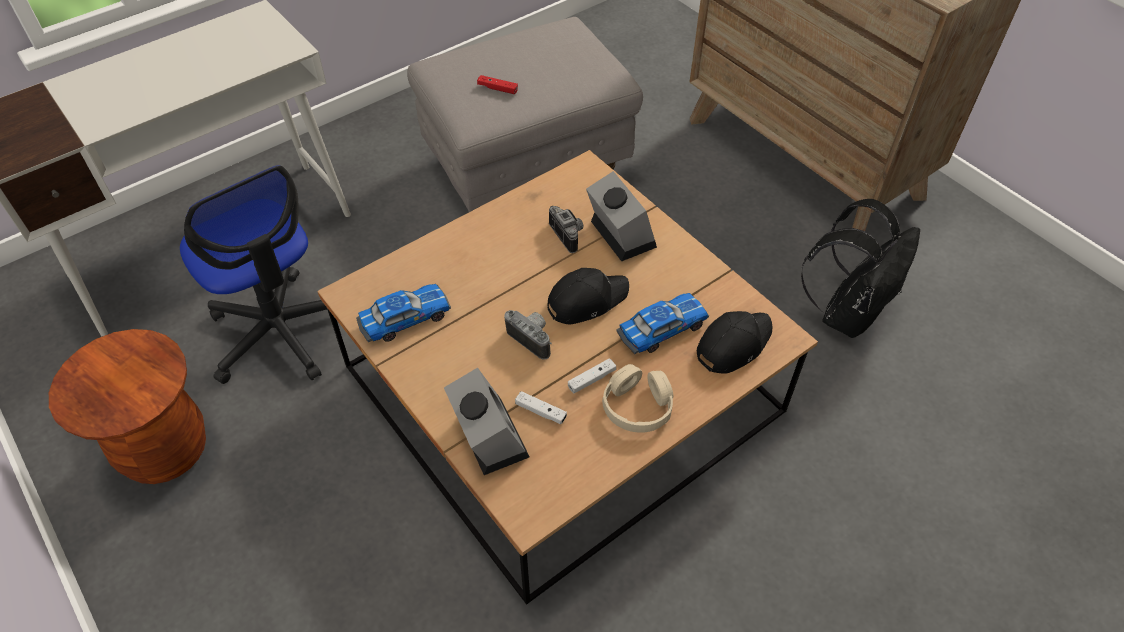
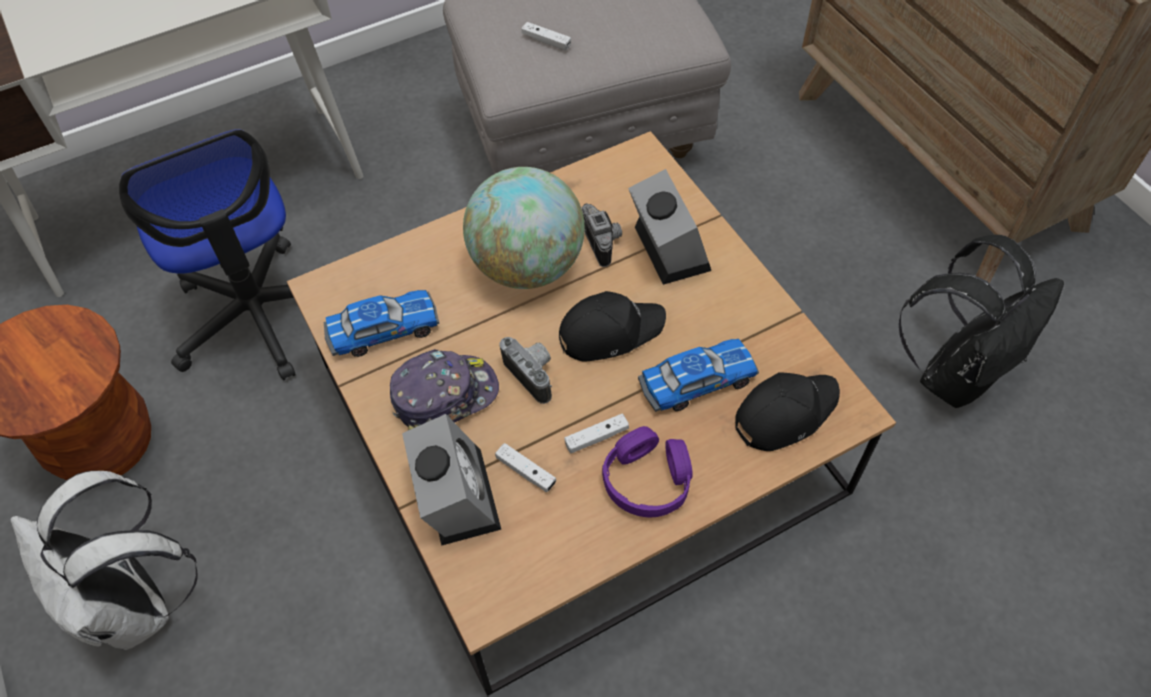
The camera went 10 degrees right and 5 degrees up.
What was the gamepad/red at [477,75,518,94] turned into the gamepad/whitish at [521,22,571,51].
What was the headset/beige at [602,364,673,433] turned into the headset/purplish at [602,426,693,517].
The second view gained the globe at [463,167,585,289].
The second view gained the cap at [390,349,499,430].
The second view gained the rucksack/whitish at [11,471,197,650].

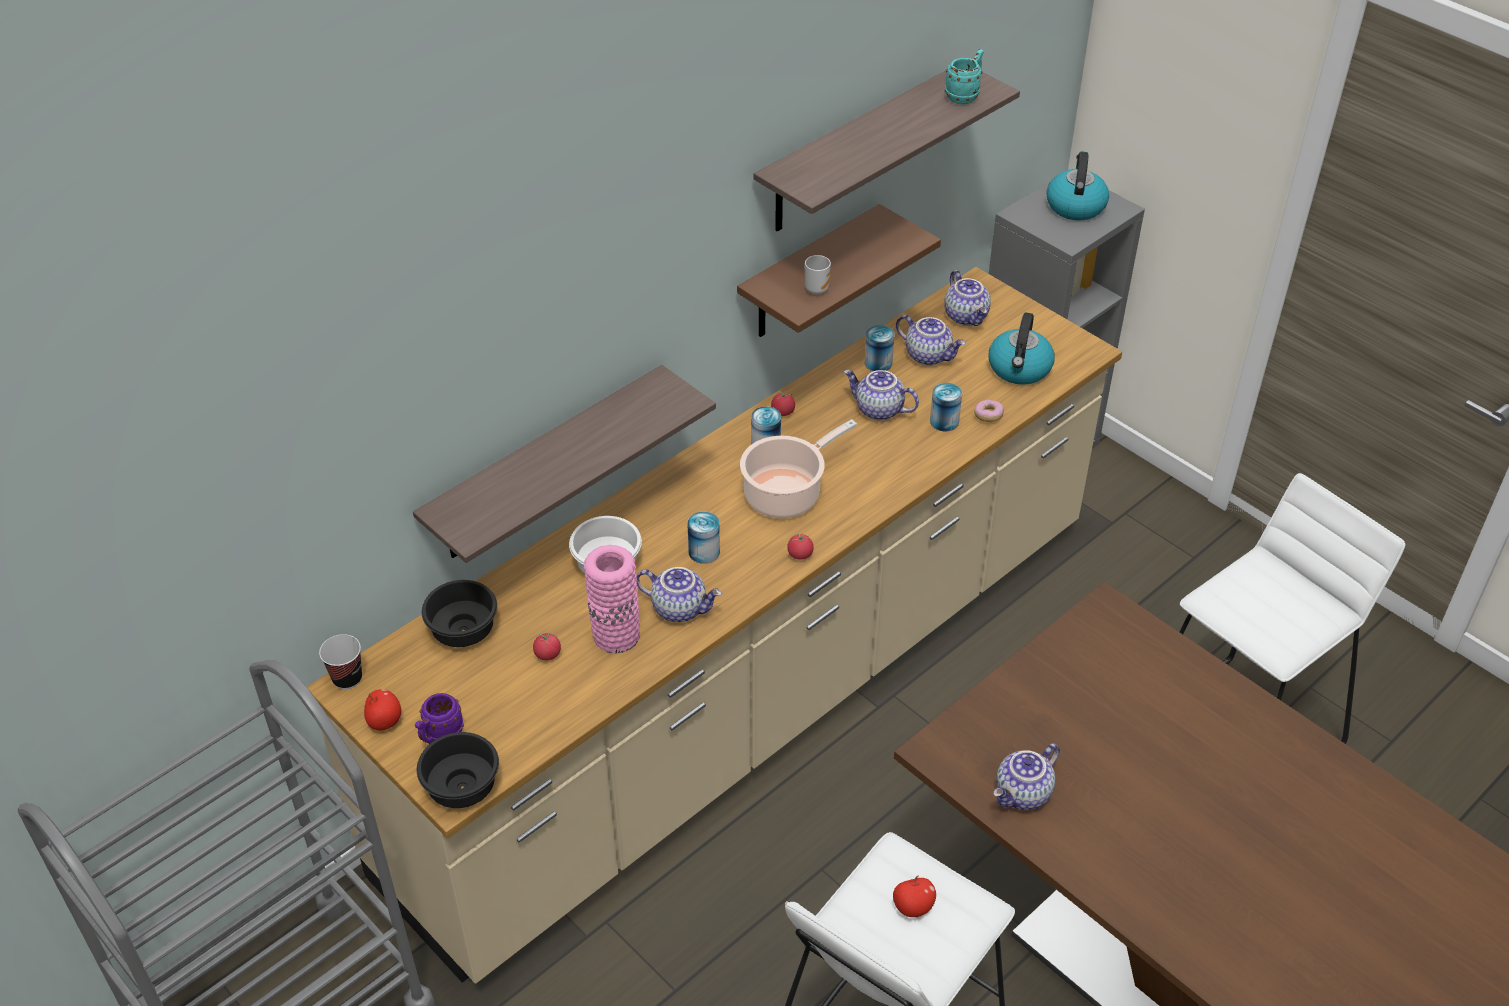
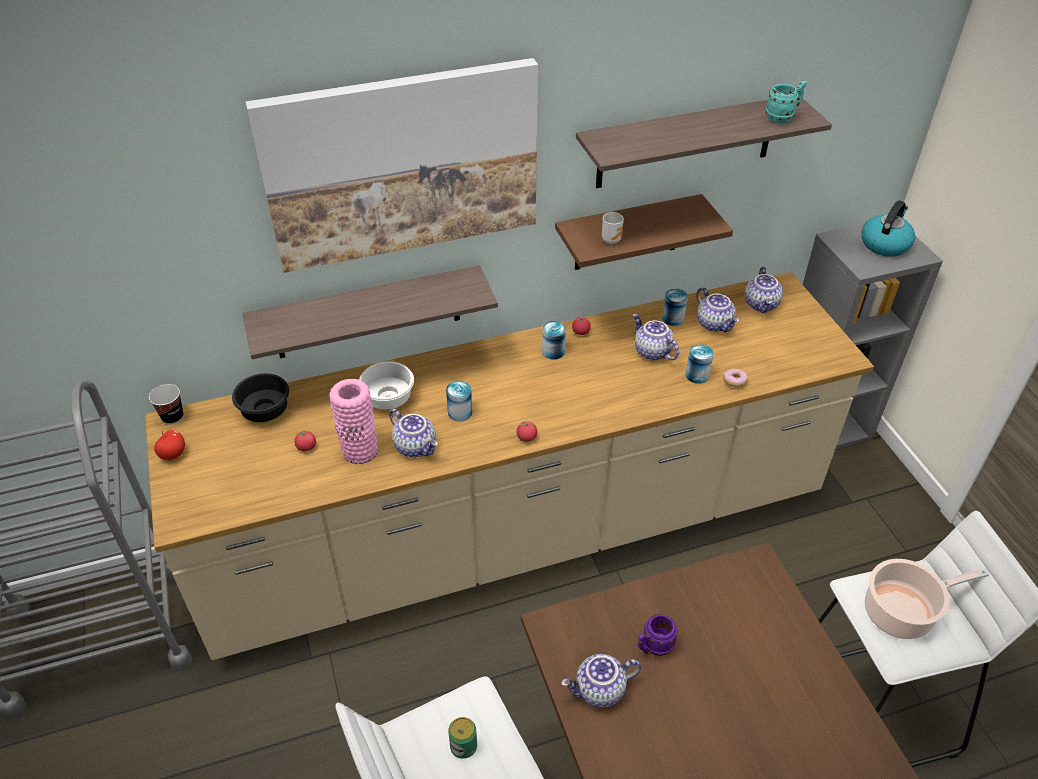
The camera went 25 degrees right and 0 degrees up.
The second view lost the water kettle at [988,313,1055,385].
The stockpot ended up elsewhere, having gone from [740,419,857,518] to [865,559,989,639].
The tea mug/purplish ended up elsewhere, having gone from [415,693,464,744] to [638,614,678,656].
The second view lost the serving bowl/black-coloured at [417,732,499,808].
Where the apple fruit stood at [893,875,936,917], the metal can came to stand at [448,717,477,759].
The second view gained the wall art at [246,58,538,273].

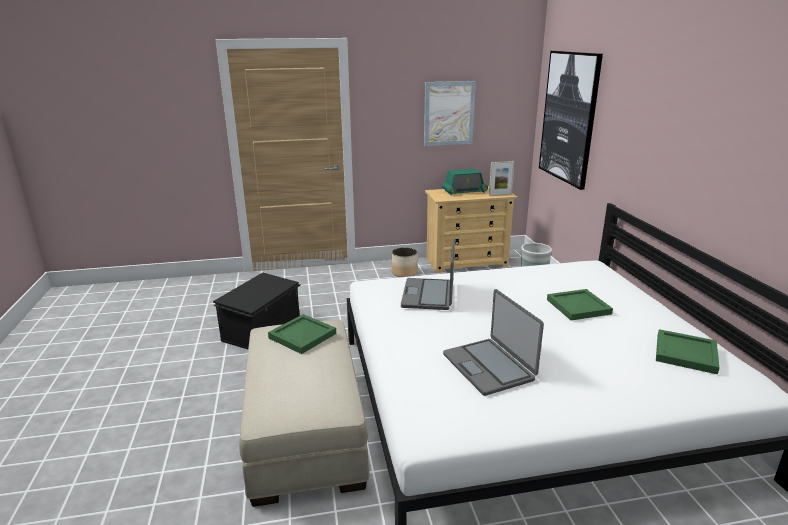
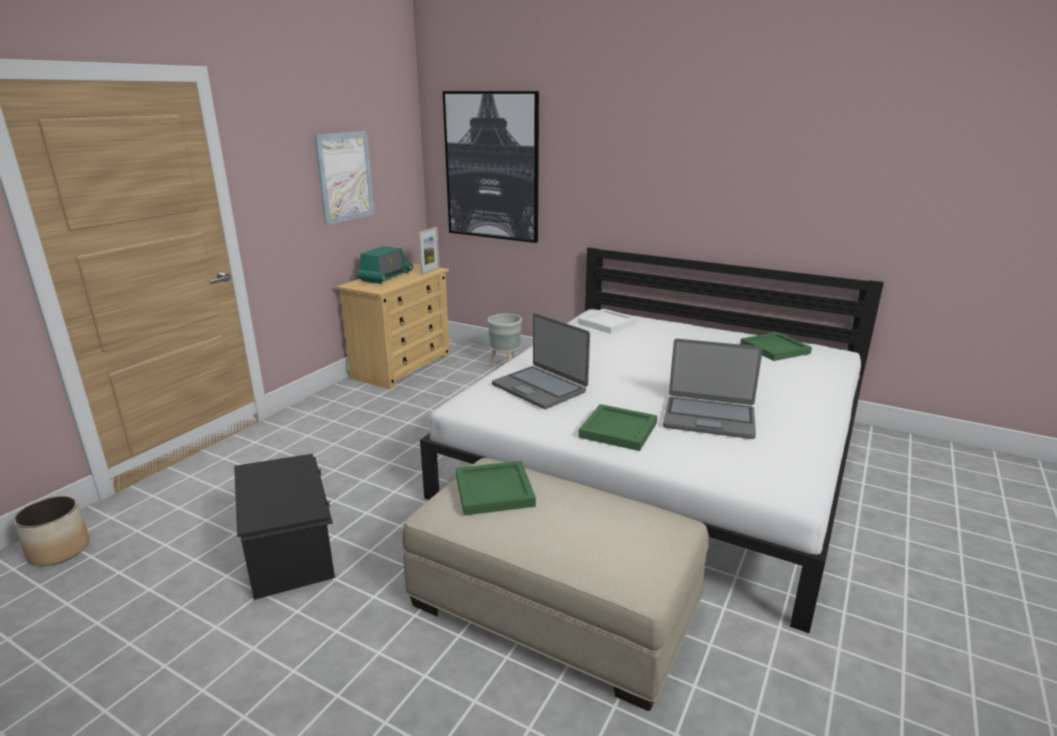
The camera went 50 degrees left and 0 degrees up.
The flower pot ended up elsewhere, having gone from [392,247,417,277] to [13,496,90,566].
The tray/green ended up elsewhere, having gone from [547,289,613,321] to [578,404,658,451].
The second view gained the tray/whitish at [577,309,637,334].

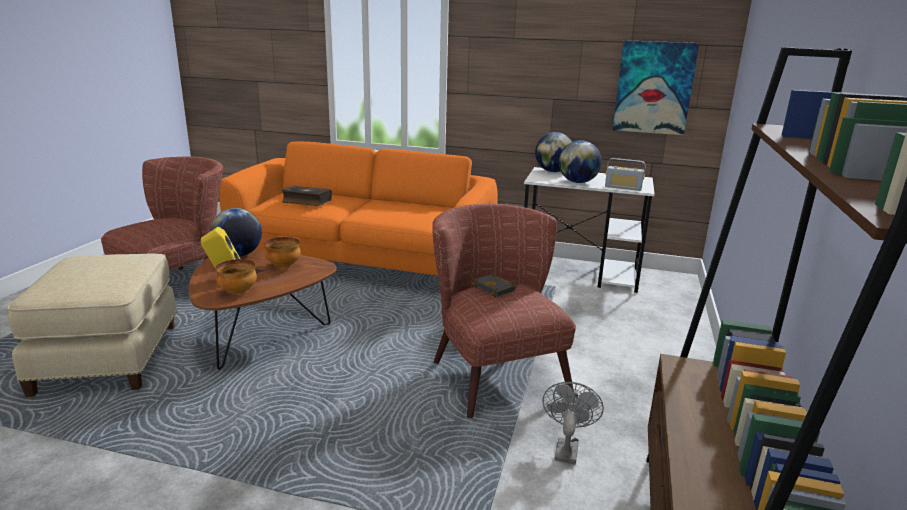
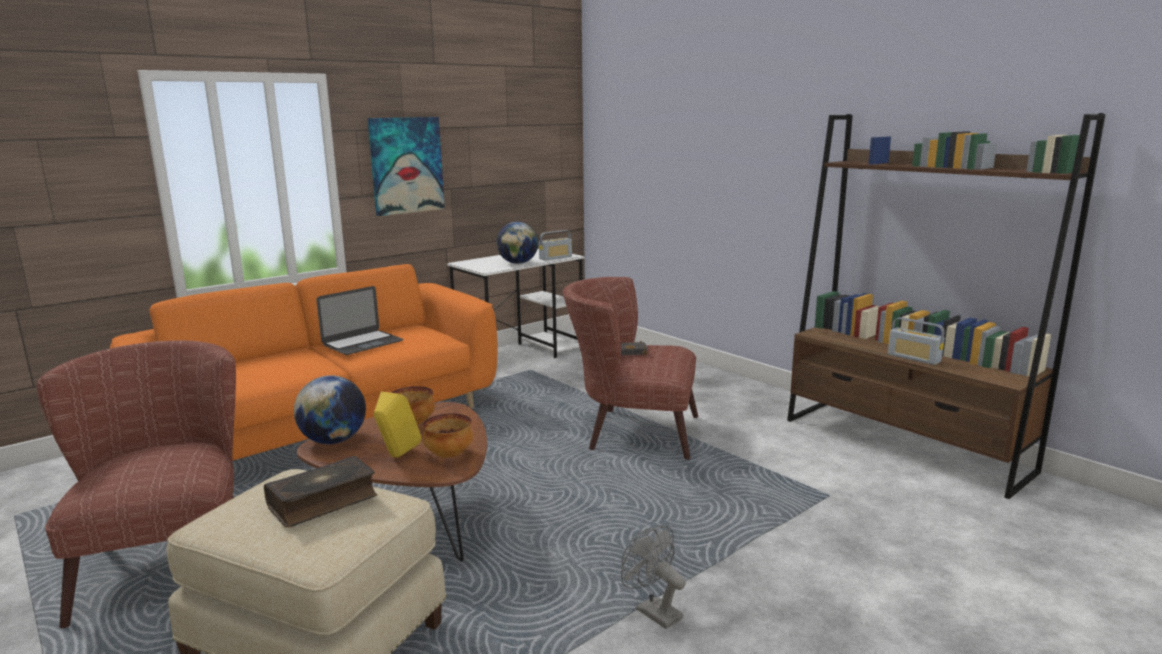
The camera went 55 degrees left and 5 degrees down.
The wall art ended up elsewhere, having gone from [613,40,699,135] to [367,117,445,216].
The second view lost the globe at [535,132,572,172].
The book ended up elsewhere, having gone from [282,186,332,206] to [264,456,377,528].
The cooling fan/gray ended up elsewhere, having gone from [542,382,604,465] to [621,525,686,629].
The second view gained the notebook computer at [316,286,403,355].
The second view gained the radio at [888,317,944,365].

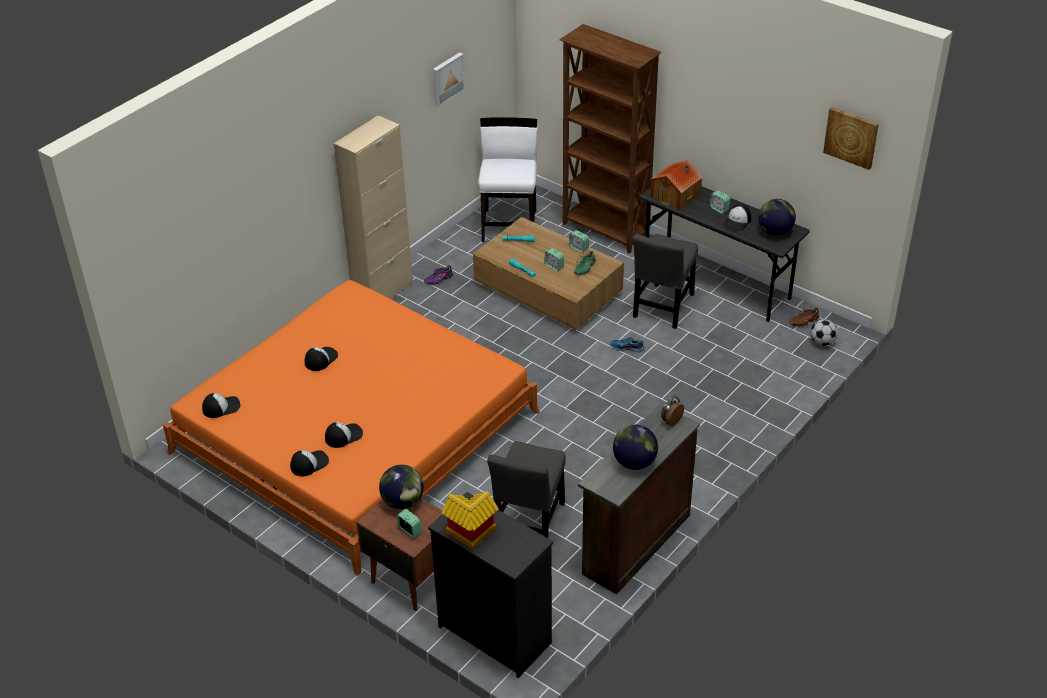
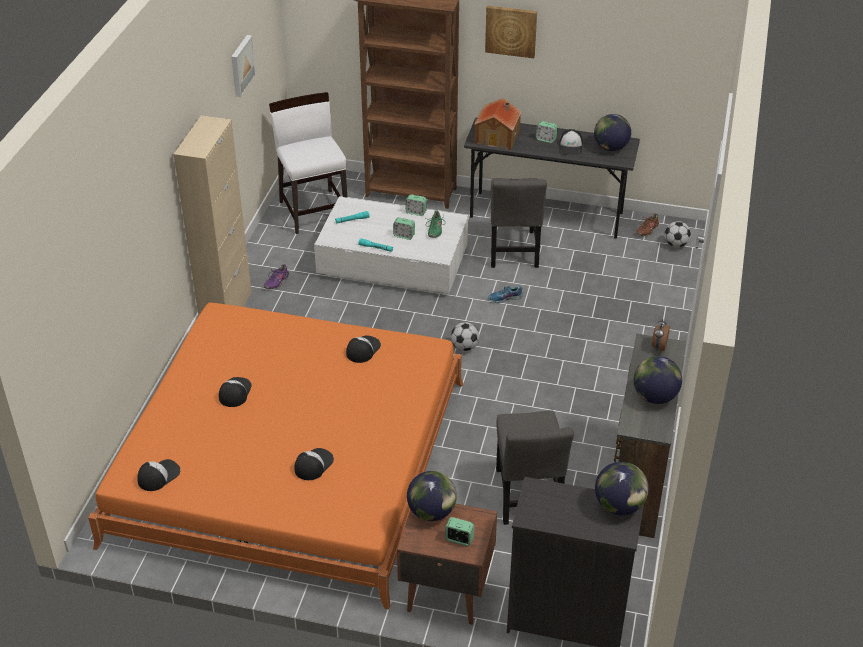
The camera went 25 degrees left and 0 degrees up.
The wall art ended up elsewhere, having gone from [823,107,879,170] to [485,6,537,58].
What was the coffee table/brownish at [473,217,624,330] turned into the coffee table/whitish at [314,196,468,295].
The cap ended up elsewhere, having gone from [290,450,329,476] to [346,335,381,363].
The second view lost the model house at [441,491,499,549].
The second view gained the ball for football at [451,322,480,351].
The second view gained the globe at [595,462,649,515].

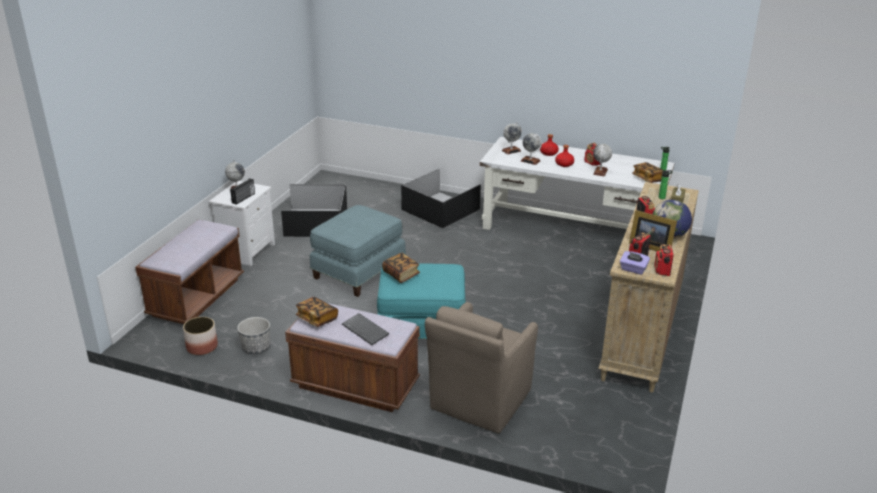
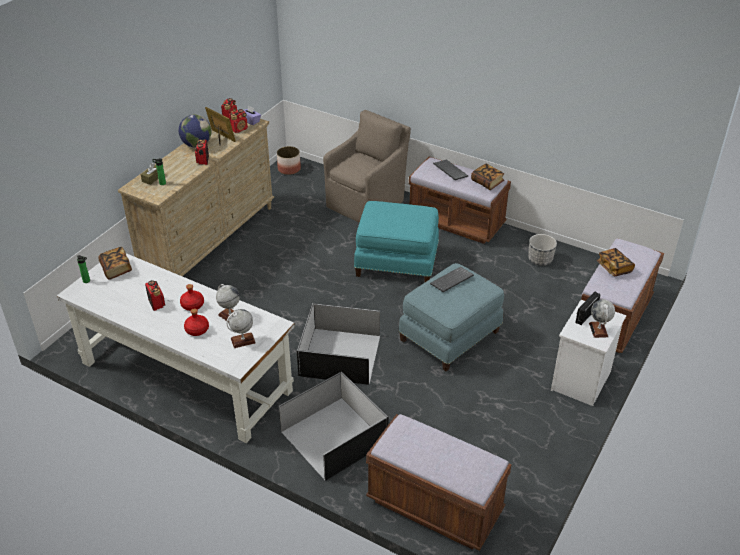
The camera went 170 degrees left and 10 degrees up.
The second view lost the globe at [593,144,612,176].
The storage bin/black-coloured ended up elsewhere, having gone from [281,184,347,237] to [297,303,380,385].
The book ended up elsewhere, having gone from [382,253,420,283] to [597,248,635,276].
The flower pot ended up elsewhere, having gone from [183,317,218,355] to [277,146,301,175].
The second view gained the computer keyboard at [430,267,474,292].
The second view gained the long seat/brownish at [366,414,512,551].

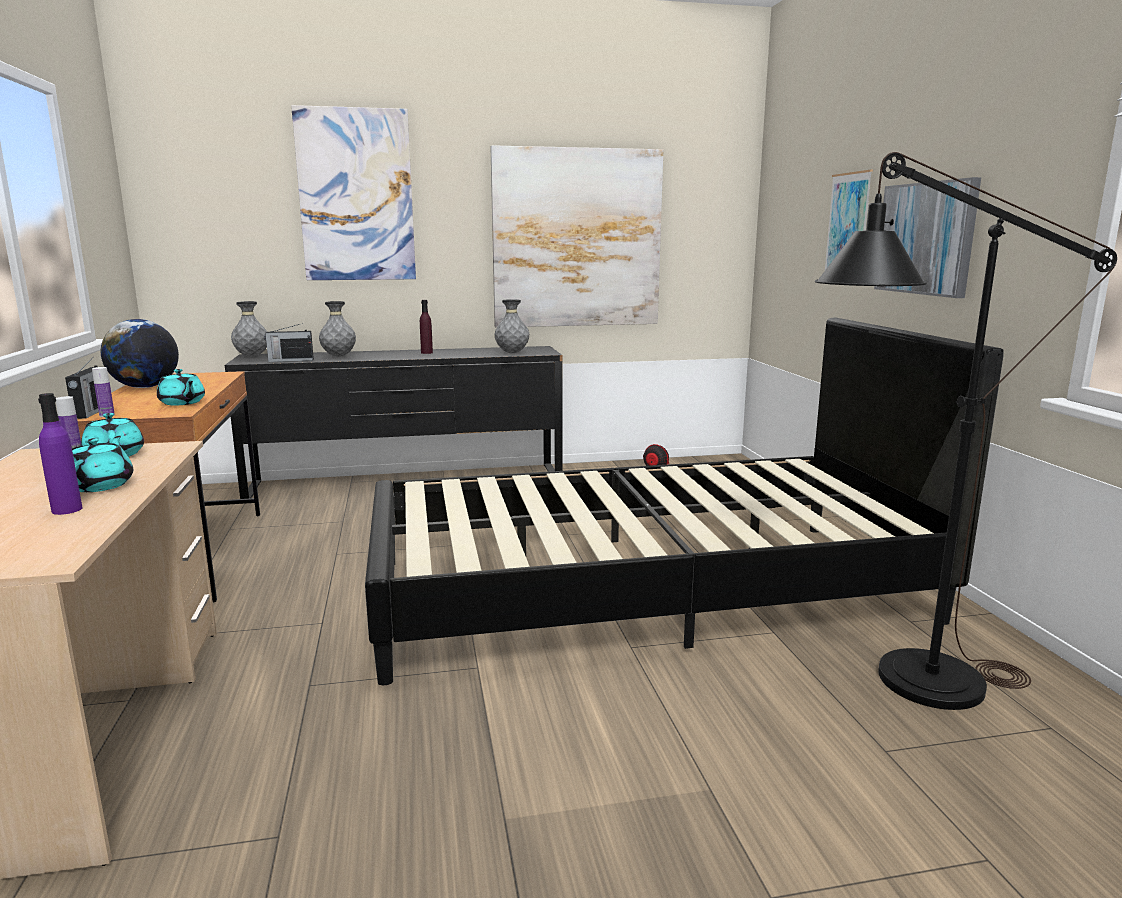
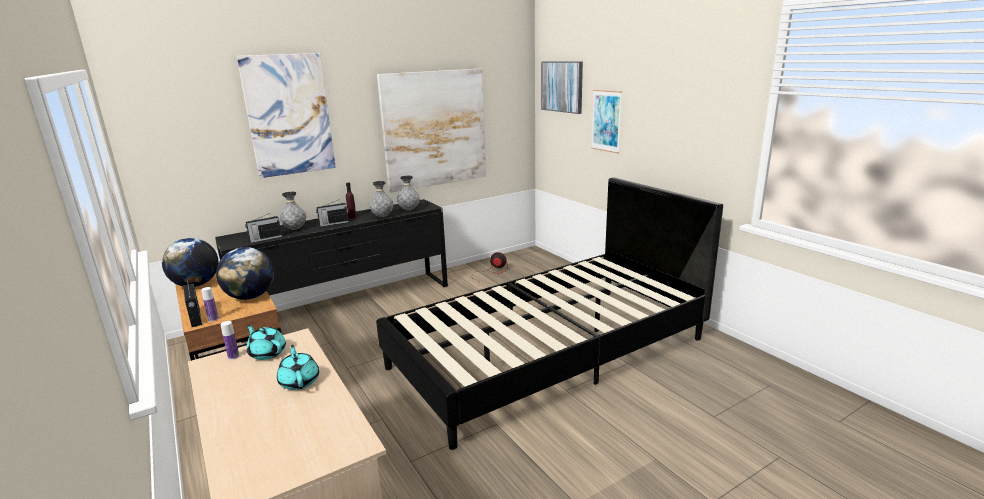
The camera went 20 degrees left and 5 degrees up.
The second view lost the standing lamp/black-coloured at [815,152,1117,710].
The wall art ended up elsewhere, having gone from [874,177,981,298] to [541,61,583,114].
The vase/gray ended up elsewhere, having gone from [231,301,267,357] to [369,181,393,217].
Where the teapot/blue-green stood at [157,369,205,406], the globe came to stand at [216,247,274,300].
The second view lost the bottle/purplish at [38,393,83,515].
The second view gained the radio at [316,200,348,227].

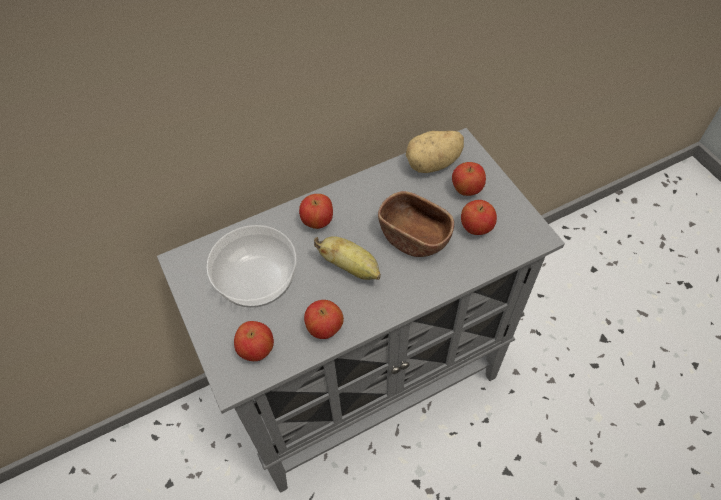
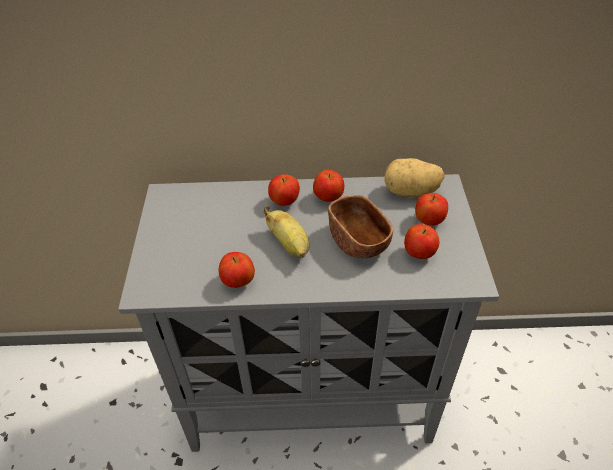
The camera went 25 degrees right and 10 degrees down.
The second view lost the serving bowl at [207,225,297,308].
The apple fruit ended up elsewhere, having gone from [234,321,274,361] to [313,170,344,202].

